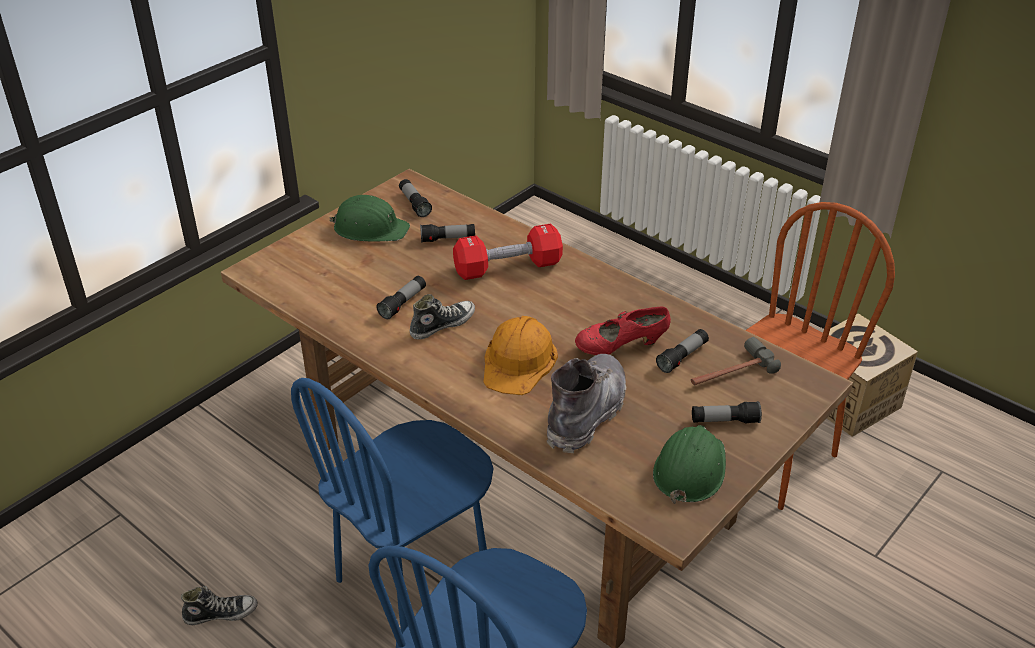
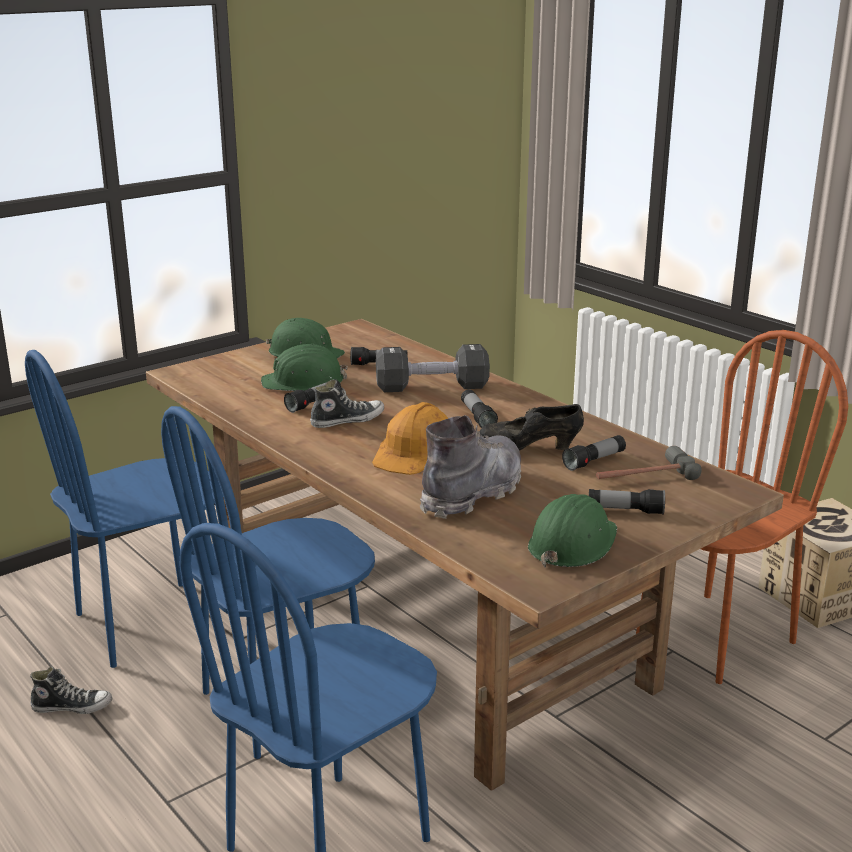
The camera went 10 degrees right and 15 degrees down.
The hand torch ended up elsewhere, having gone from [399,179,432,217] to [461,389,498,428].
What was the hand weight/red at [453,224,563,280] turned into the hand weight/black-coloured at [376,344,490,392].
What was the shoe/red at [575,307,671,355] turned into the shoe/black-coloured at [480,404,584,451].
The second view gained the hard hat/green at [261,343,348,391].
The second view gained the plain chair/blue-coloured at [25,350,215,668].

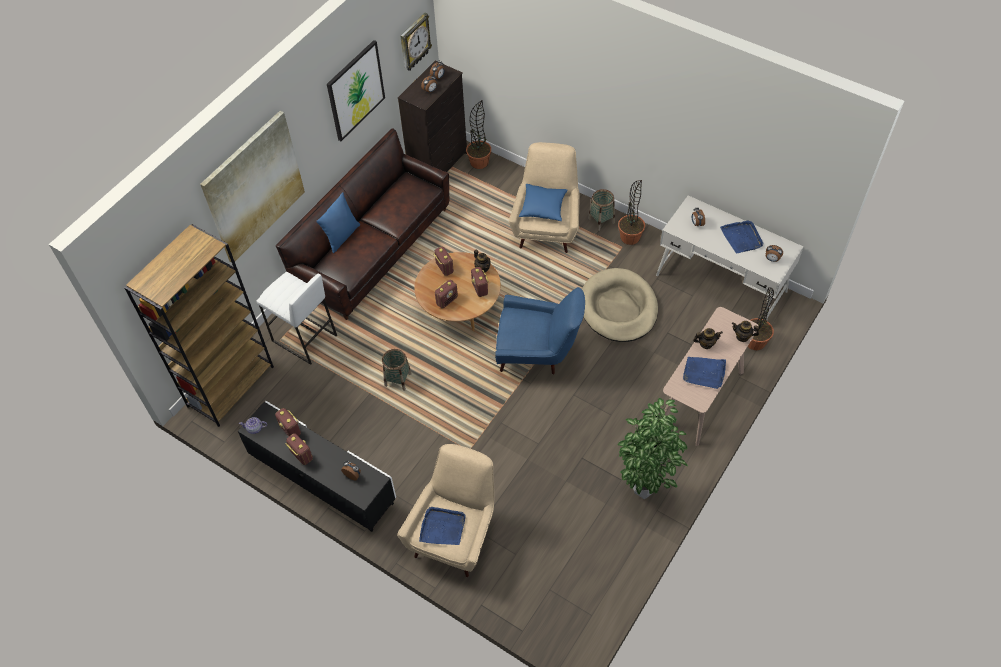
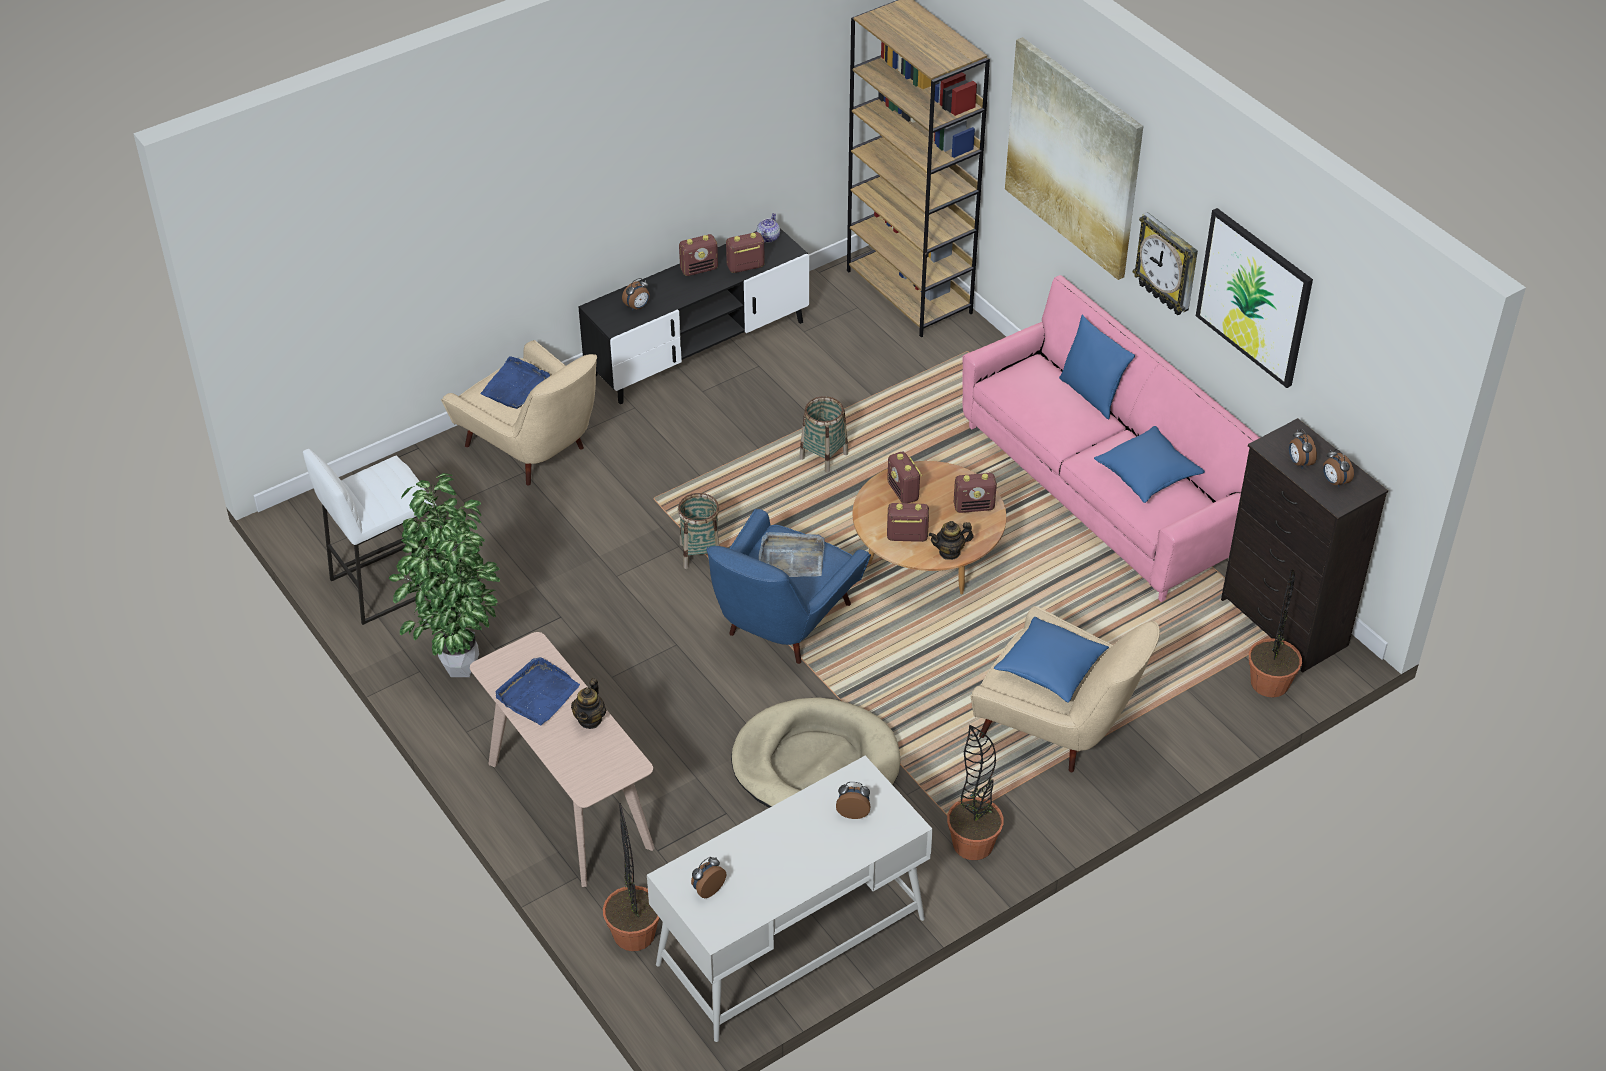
The camera went 110 degrees right and 10 degrees down.
The wall clock ended up elsewhere, having gone from [400,13,432,71] to [1133,212,1198,315].
What was the couch/brownish at [276,128,449,320] turned into the couch/pink at [962,275,1260,602].
The household basket ended up elsewhere, having gone from [588,189,615,231] to [678,493,719,569].
The second view lost the tray/blue-coloured at [720,221,763,253].
The sitting stool/whitish ended up elsewhere, having gone from [256,272,337,365] to [303,449,439,625].
The second view lost the teapot at [732,321,759,342].
The second view gained the throw pillow/blue-coloured at [1094,426,1205,503].
The second view gained the tray/gray at [759,532,825,577].

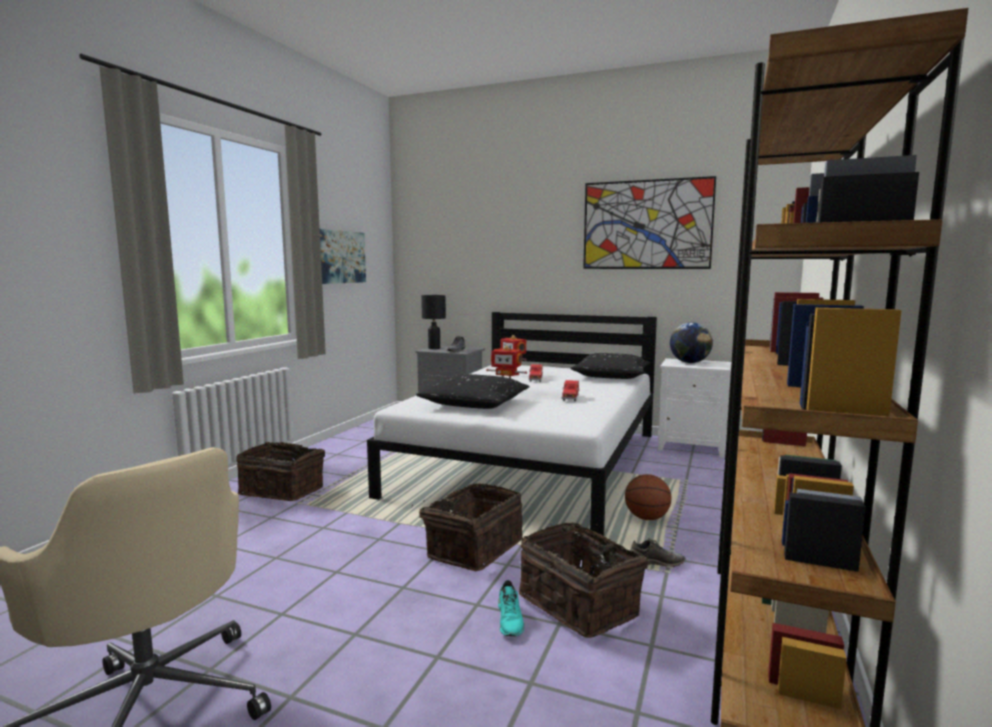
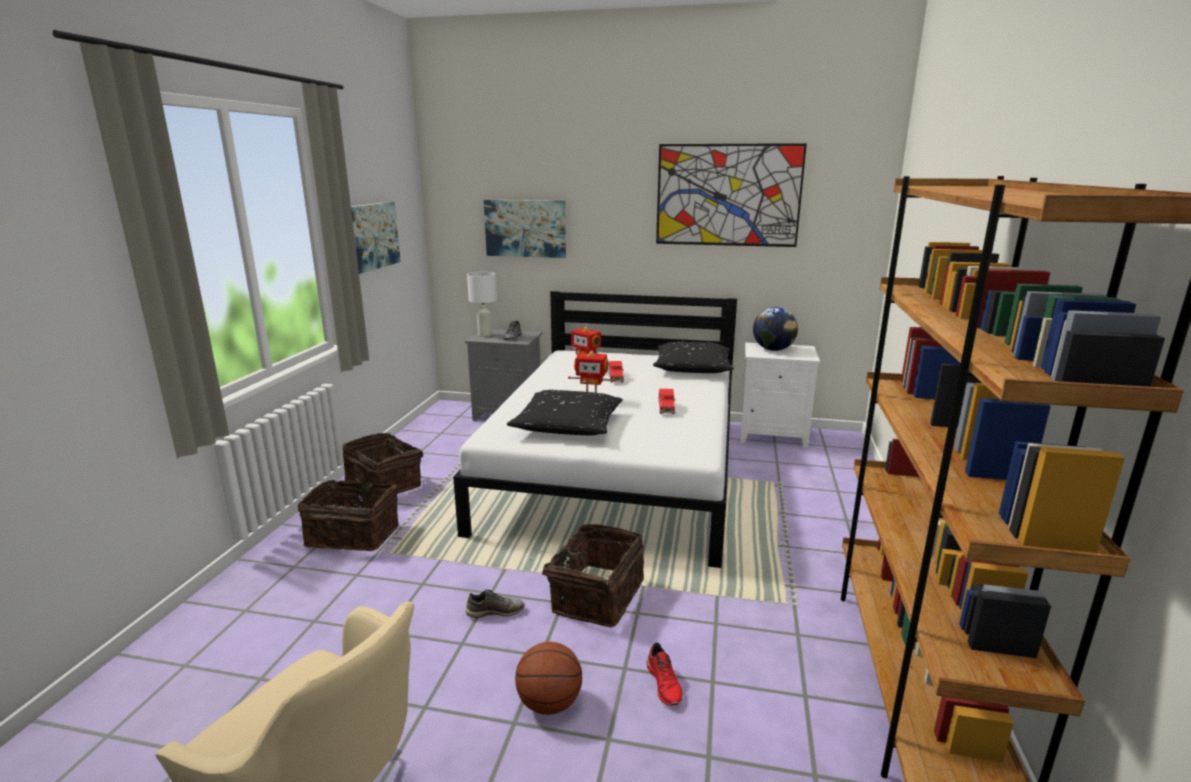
The camera went 10 degrees left and 10 degrees up.
What was the lamp for a table/black-coloured at [421,295,446,349] turned into the lamp for a table/whitish at [467,272,497,337].
The basketball ended up elsewhere, having gone from [625,474,671,520] to [515,642,582,715].
The household basket ended up elsewhere, having gone from [519,522,648,638] to [343,433,423,494].
The shoe/gray ended up elsewhere, having gone from [630,538,685,567] to [465,589,525,618].
What was the shoe/blue-green at [498,580,525,636] turned into the shoe/red at [647,642,683,706].
The second view gained the wall art at [484,200,566,258].

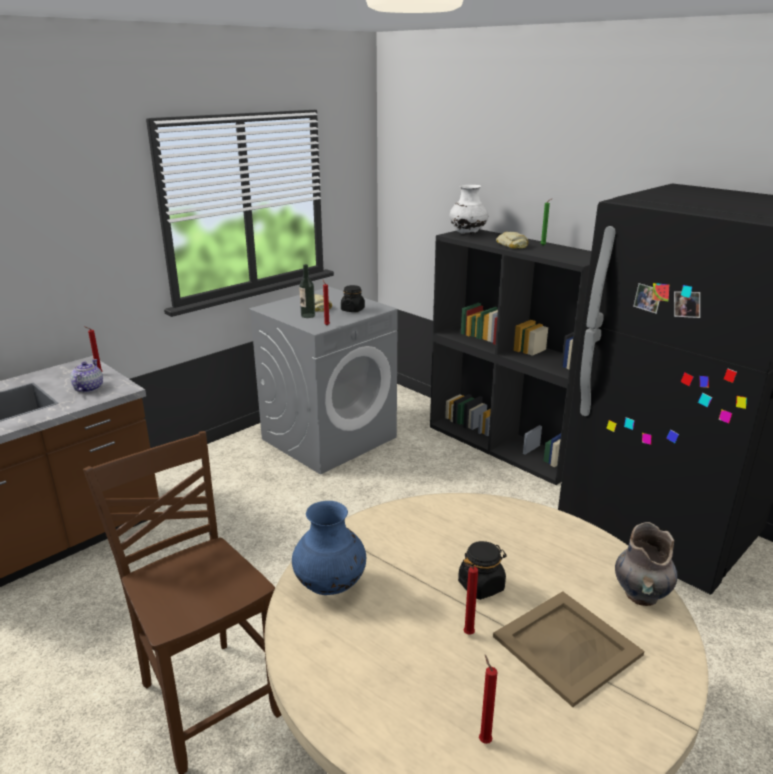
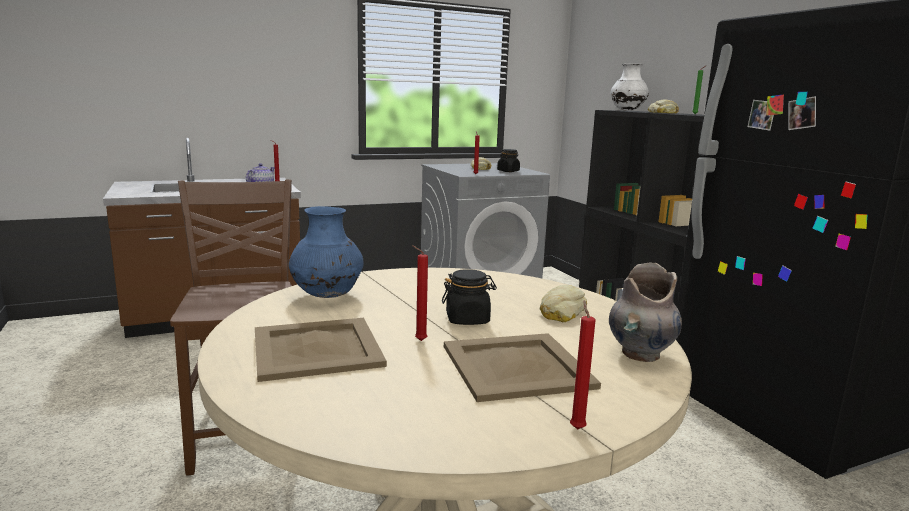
The camera went 20 degrees right and 10 degrees down.
The second view lost the bottle at [299,264,315,318].
The wax light/red ended up elsewhere, having gone from [479,655,497,744] to [570,300,596,429].
The second view gained the bakery bread at [540,285,587,322].
The second view gained the tray/beige at [255,318,387,382].

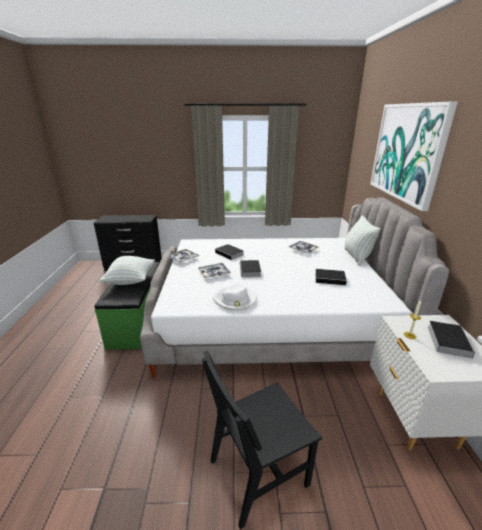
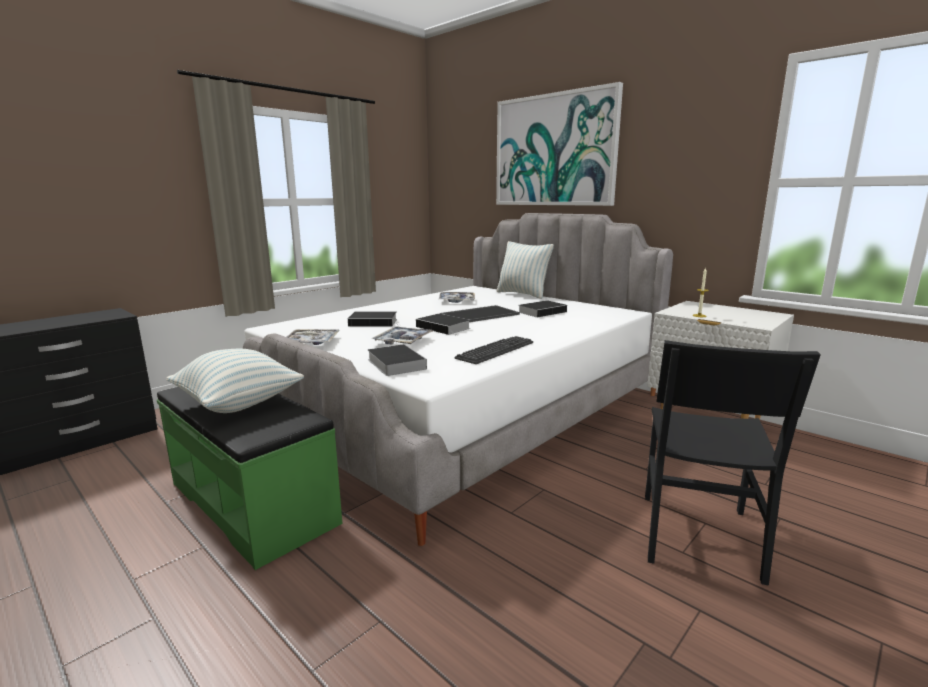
The camera went 45 degrees left and 10 degrees down.
Where the hat/whitish stood at [213,283,257,311], the computer keyboard came to stand at [455,336,533,364].
The book ended up elsewhere, having gone from [428,321,475,358] to [368,344,427,376].
The second view gained the tray at [439,305,520,322].

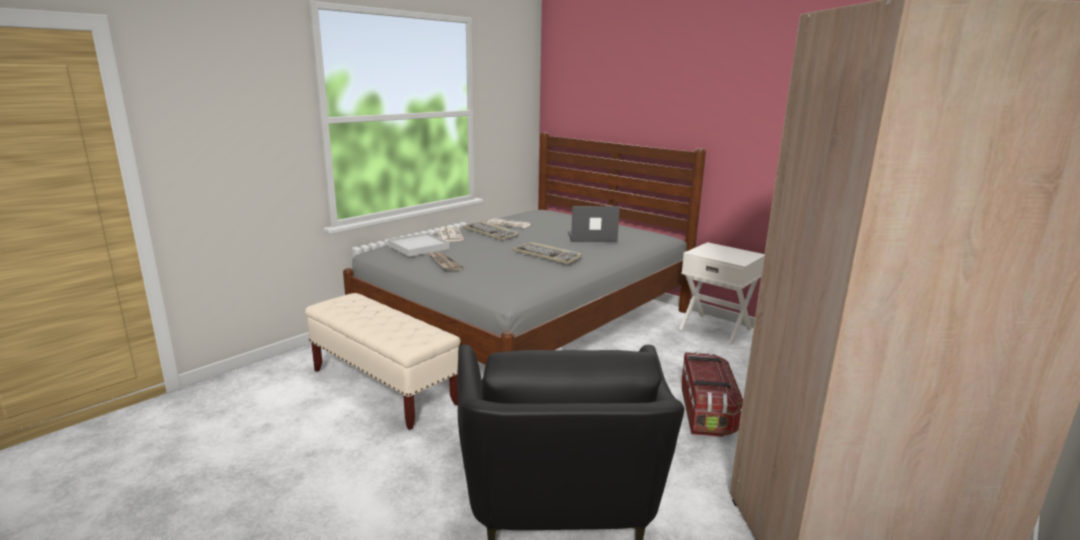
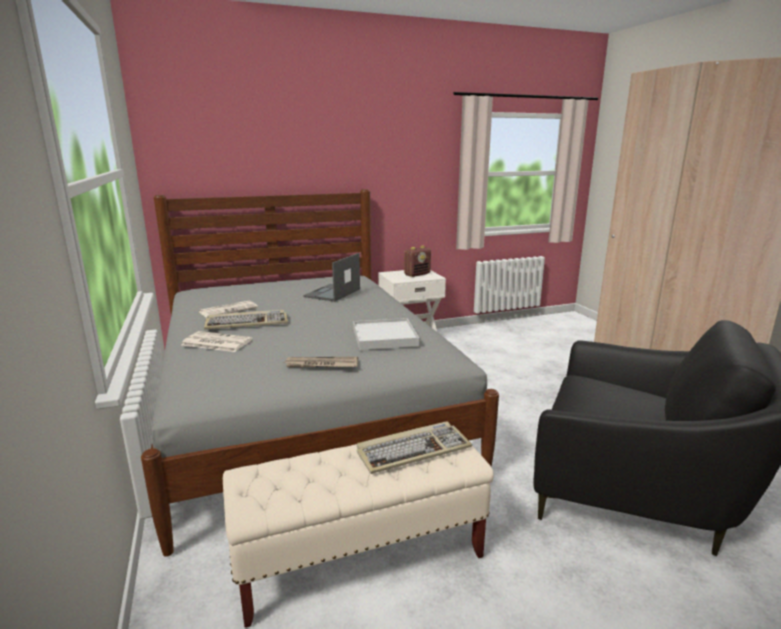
The camera went 60 degrees left and 0 degrees up.
The tray/whitish ended up elsewhere, having gone from [388,233,450,257] to [353,318,419,350].
The computer keyboard ended up elsewhere, having gone from [512,242,582,264] to [357,421,472,474].
The second view lost the storage bin at [682,352,743,437].
The second view gained the radio at [404,246,431,277].

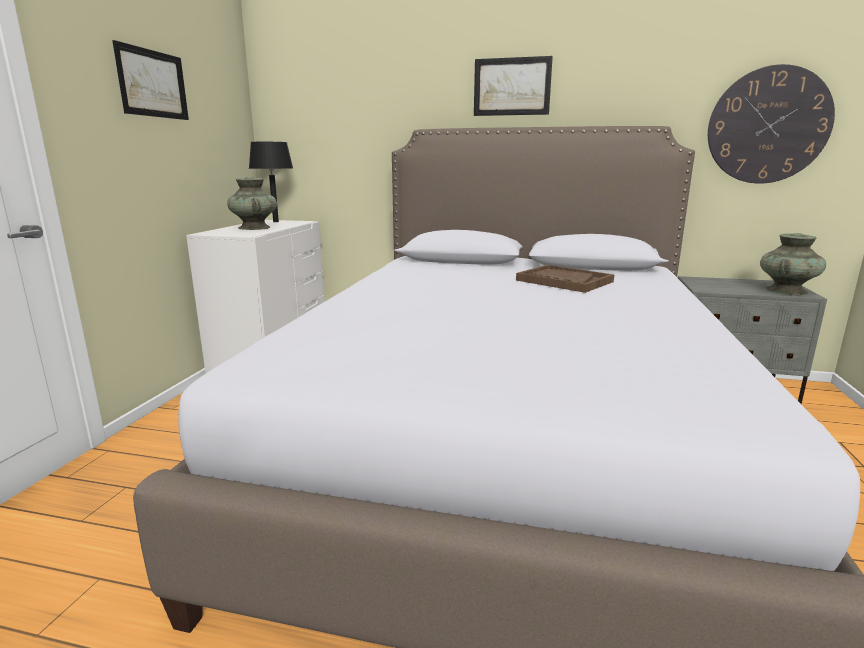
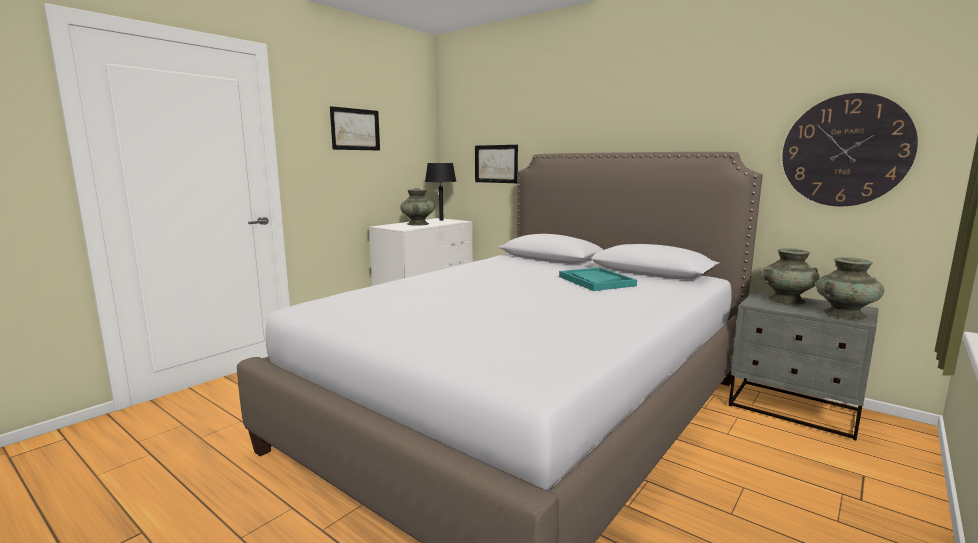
The camera went 25 degrees right and 5 degrees down.
The wall art ended up elsewhere, having gone from [474,56,553,116] to [475,145,518,183].
What was the tray/brownish at [516,265,614,293] turned into the tray/blue-green at [559,267,637,291].
The second view gained the vase/blue-green at [761,248,820,305].

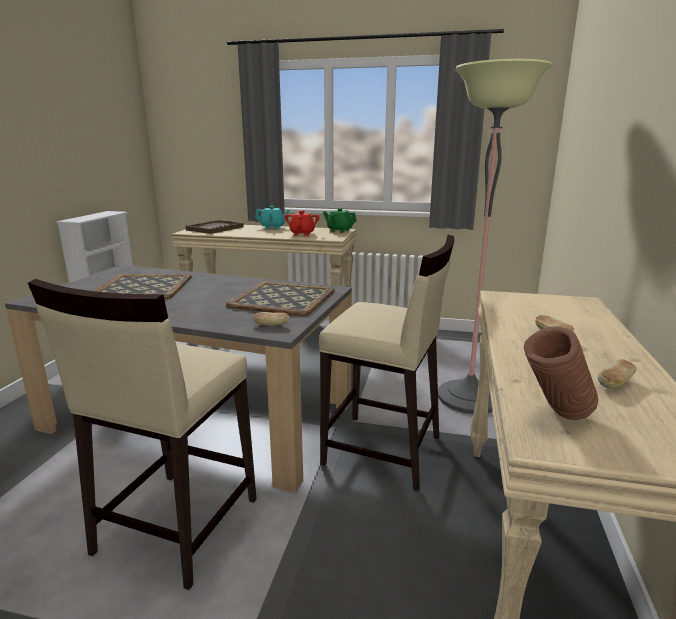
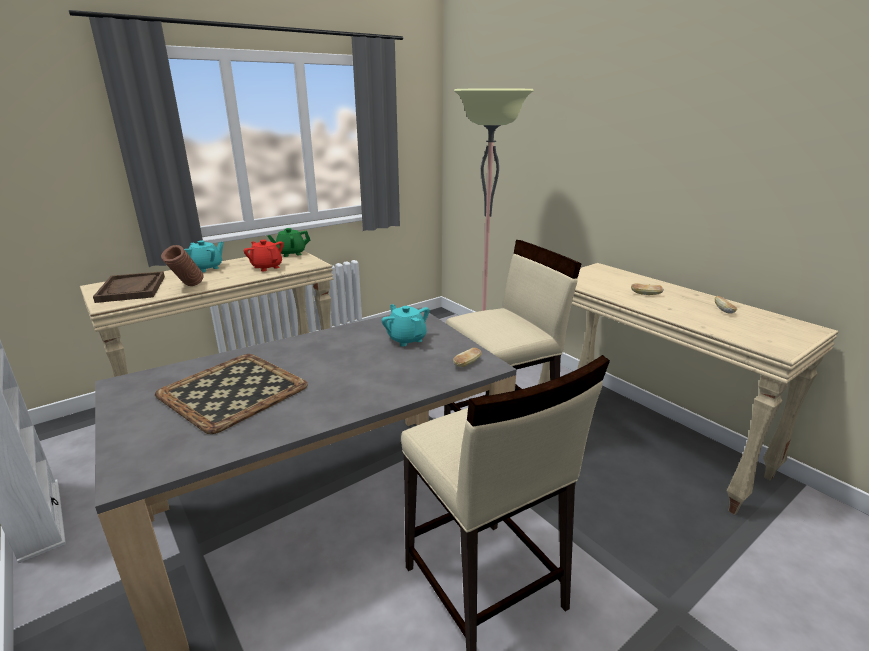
The camera went 50 degrees left and 5 degrees up.
Where the tray stood at [226,281,335,316], the teapot/blue-green came to stand at [382,304,429,347].
The vase/brownish ended up elsewhere, having gone from [524,326,598,420] to [161,245,204,286].

